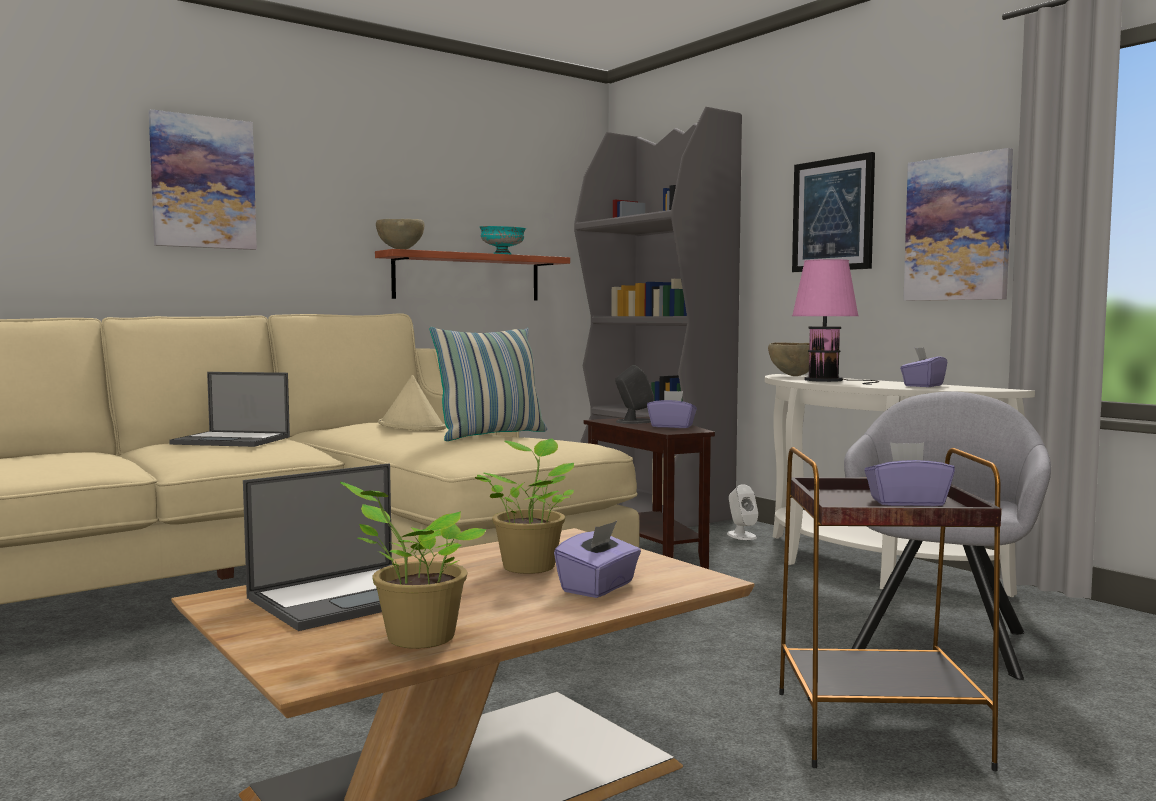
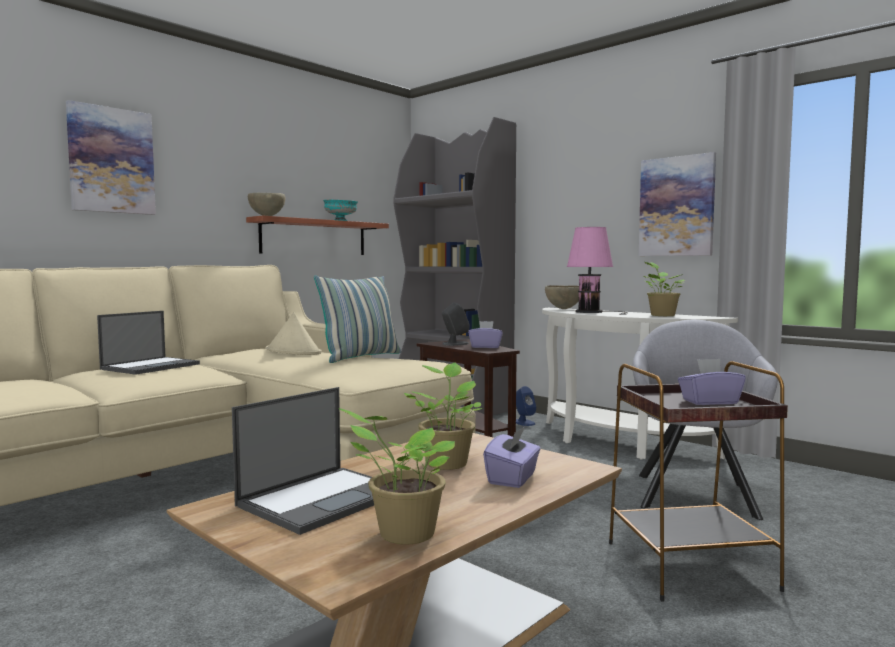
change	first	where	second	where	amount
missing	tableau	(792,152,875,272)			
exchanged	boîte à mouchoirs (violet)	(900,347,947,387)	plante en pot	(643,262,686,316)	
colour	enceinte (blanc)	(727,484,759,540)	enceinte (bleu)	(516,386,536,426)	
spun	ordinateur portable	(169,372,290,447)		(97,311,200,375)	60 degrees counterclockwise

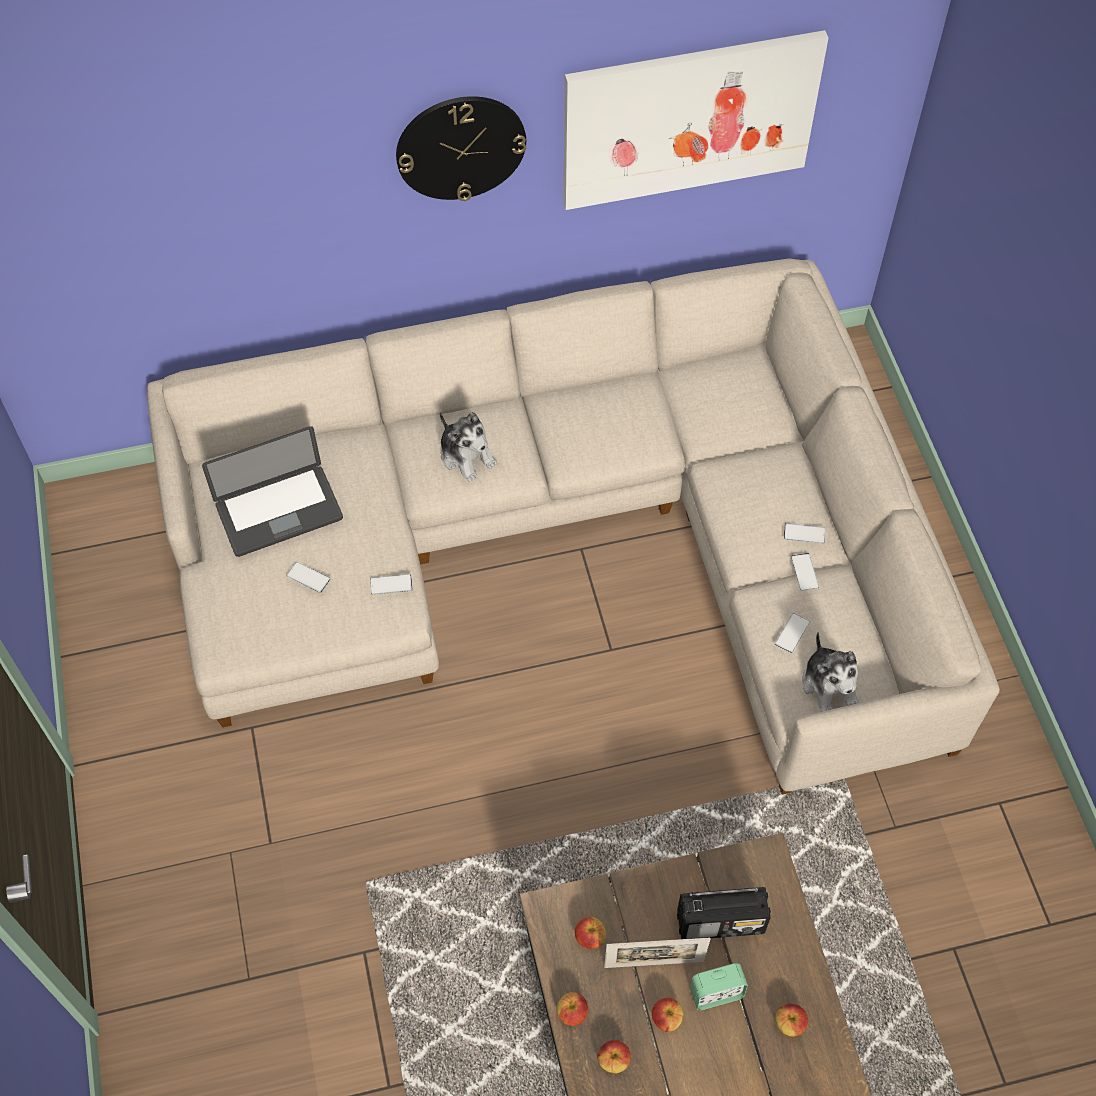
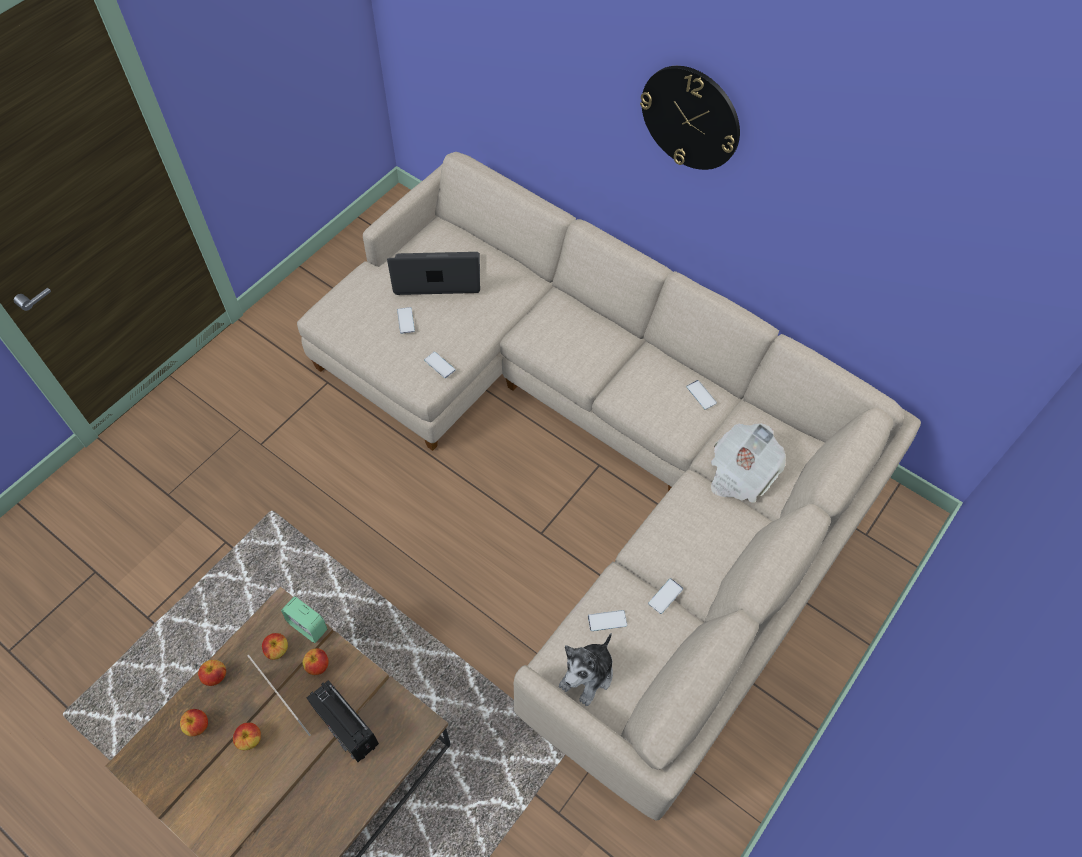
change	first	where	second	where	amount
missing	peluche	(440,412,497,482)			
missing	tableau	(563,30,828,210)			
appeared			journal	(711,423,786,503)	
relocated	réveil	(690,963,748,1010)		(281,597,327,643)	
relocated	pomme	(775,1004,808,1037)		(303,648,329,675)	
relocated	téléphone	(784,523,825,543)		(686,380,717,410)	
spun	ordinateur portable	(202,426,343,557)		(387,252,480,295)	150 degrees clockwise

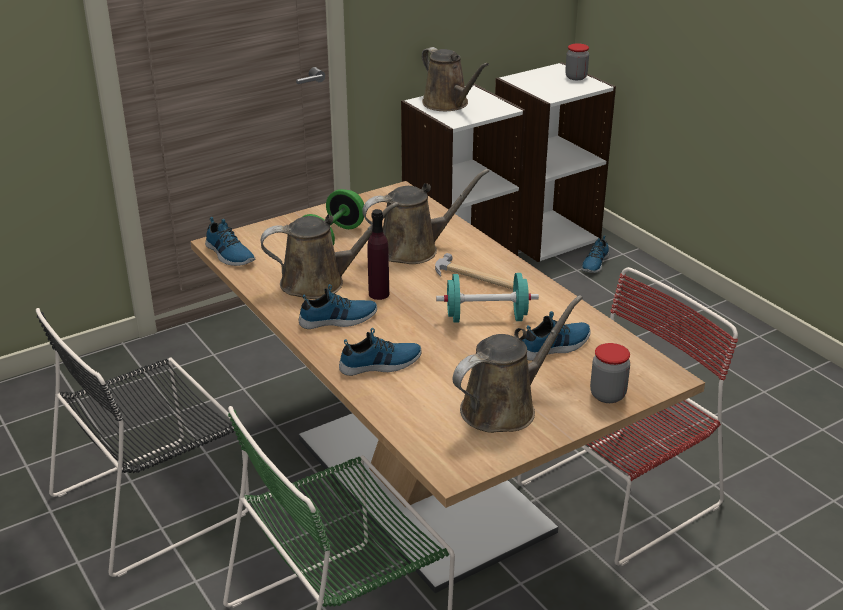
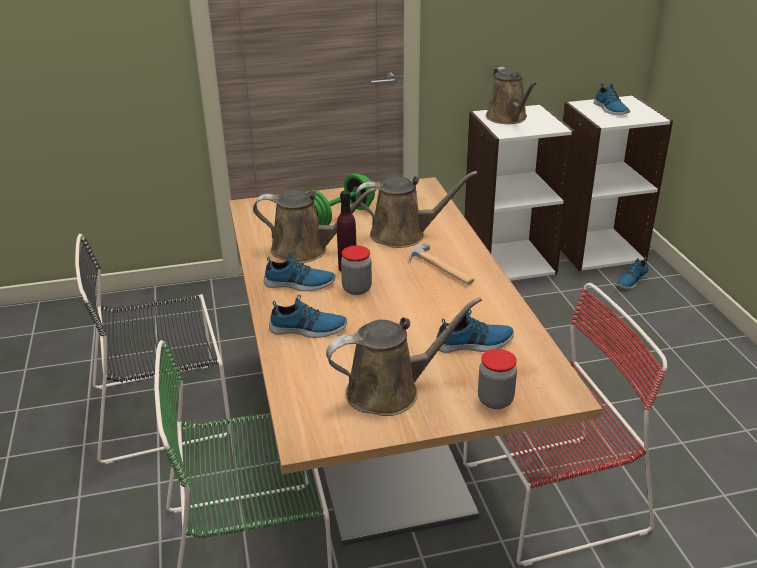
change	first	where	second	where	amount
missing	haltère (turquoise)	(436,273,539,323)			
relocated	chaussure	(205,217,255,266)		(594,83,630,115)	
relocated	bocal	(565,43,589,80)		(341,245,372,295)	

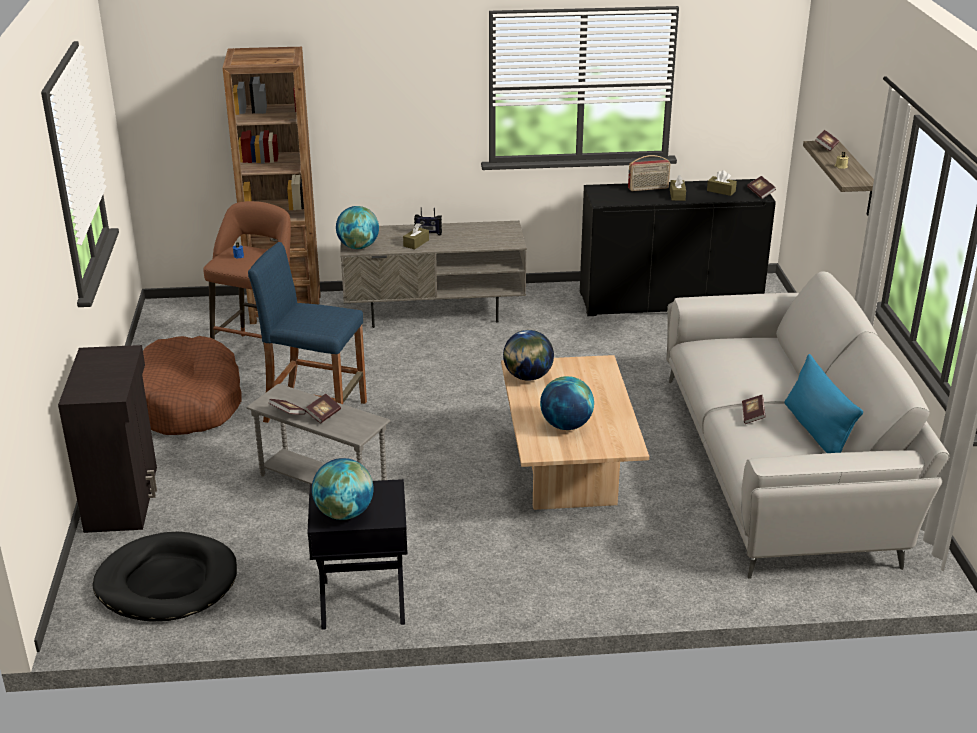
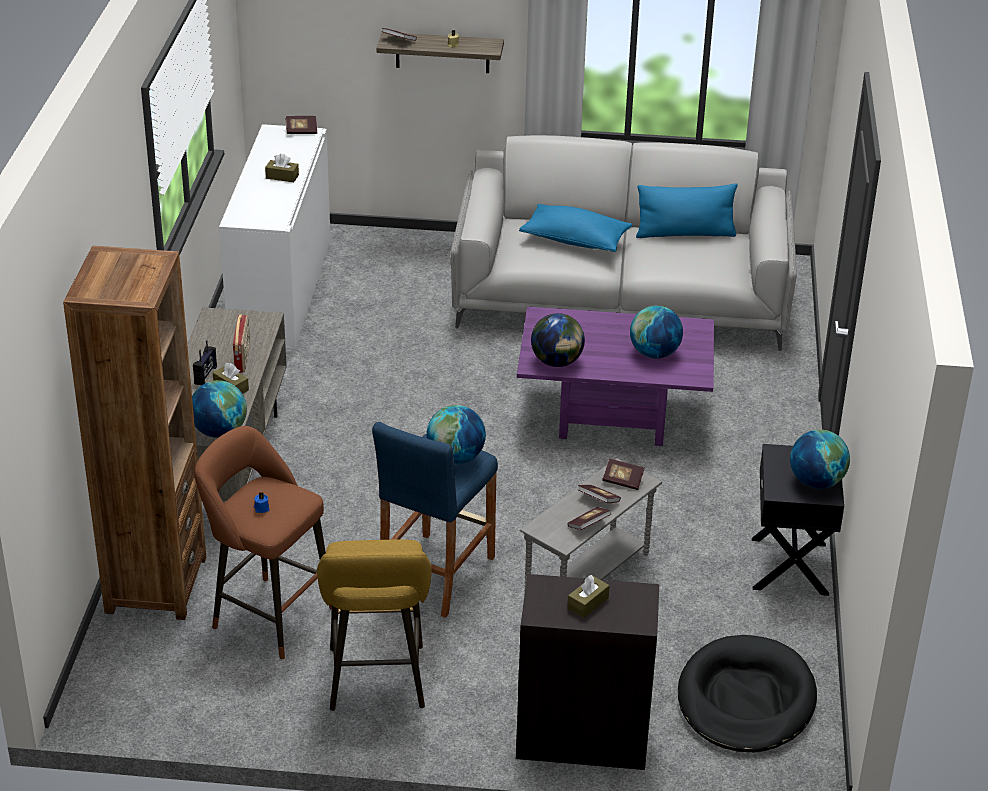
change	first	where	second	where	amount
appeared			globe	(426,405,486,464)	
appeared			coussin (bleu)	(519,204,632,252)	
relocated	radio	(628,155,670,191)		(233,314,250,373)	
relocated	boîte à mouchoirs (marron)	(707,170,737,196)		(567,575,610,618)	
relocated	livre	(742,395,765,424)		(602,459,644,490)	
exchanged	panier pour chien (marron)	(142,336,242,435)	tabouret (jaune)	(317,540,432,711)	
colour	table basse (beige)	(501,355,649,510)	table basse (violet)	(517,306,714,446)	
colour	meuble de rangement (noir)	(580,179,776,316)	meuble de rangement (blanc)	(219,124,331,353)	

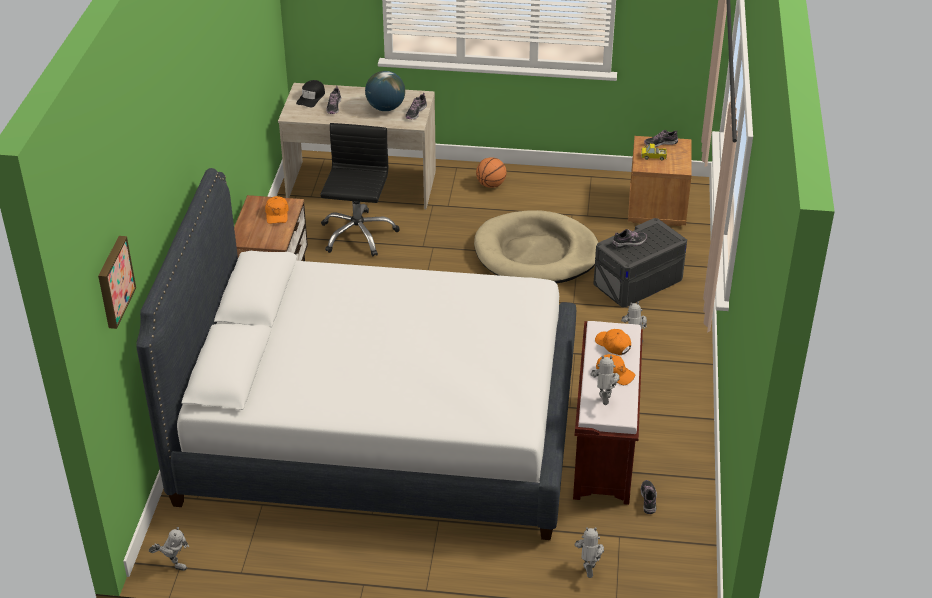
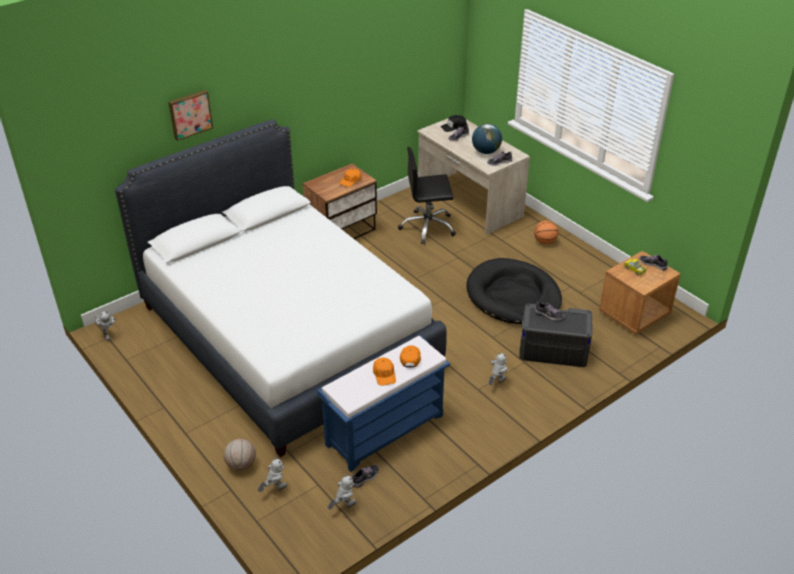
change	first	where	second	where	amount
appeared			ballon de basket	(224,439,256,471)	
relocated	tableau	(98,236,136,329)		(168,90,213,141)	
relocated	robot jouet	(590,356,620,405)		(328,474,356,510)	
colour	panier pour chien (beige)	(474,210,598,284)	panier pour chien (noir)	(467,258,562,324)	
colour	banc (marron)	(573,321,643,505)	banc (bleu)	(317,335,450,472)	
spun	chaise de bureau (noir)	(320,123,400,257)		(398,147,456,244)	150 degrees counterclockwise

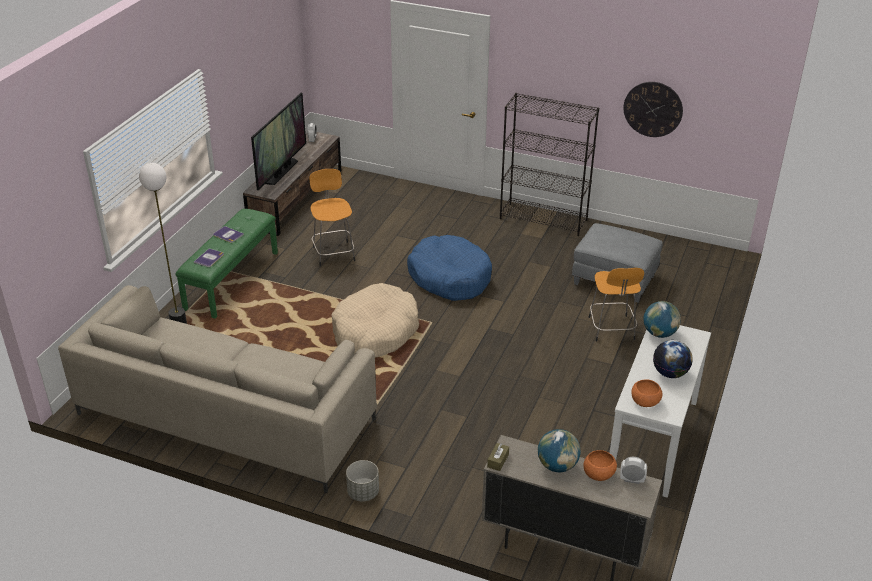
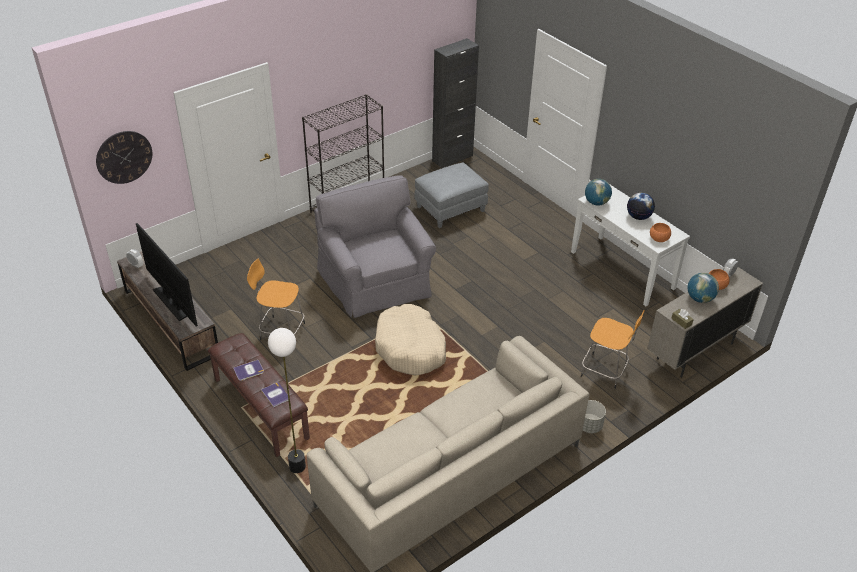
change	first	where	second	where	amount
appeared			meuble de rangement (noir)	(432,38,479,168)	
relocated	tabouret (orange)	(588,268,644,342)		(581,310,645,389)	
relocated	horloge murale	(624,82,683,137)		(96,131,152,184)	
exchanged	panier pour chien (bleu)	(407,235,492,301)	fauteuil (gris)	(314,175,436,318)	
colour	banc (vert)	(175,209,278,319)	banc (marron)	(208,333,310,457)	

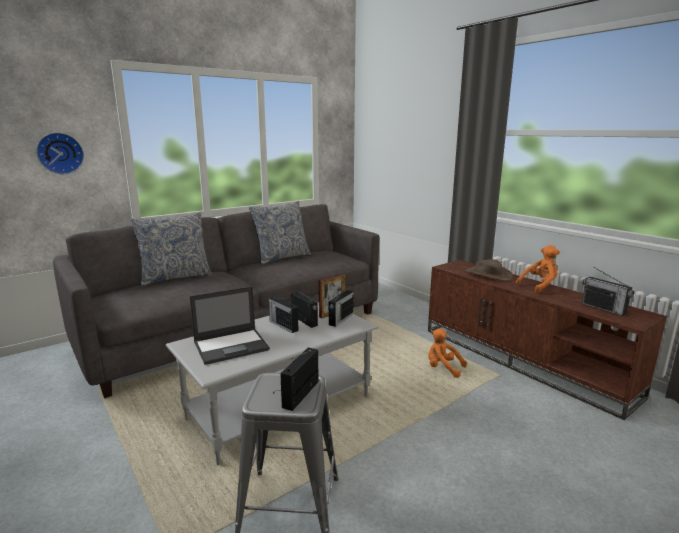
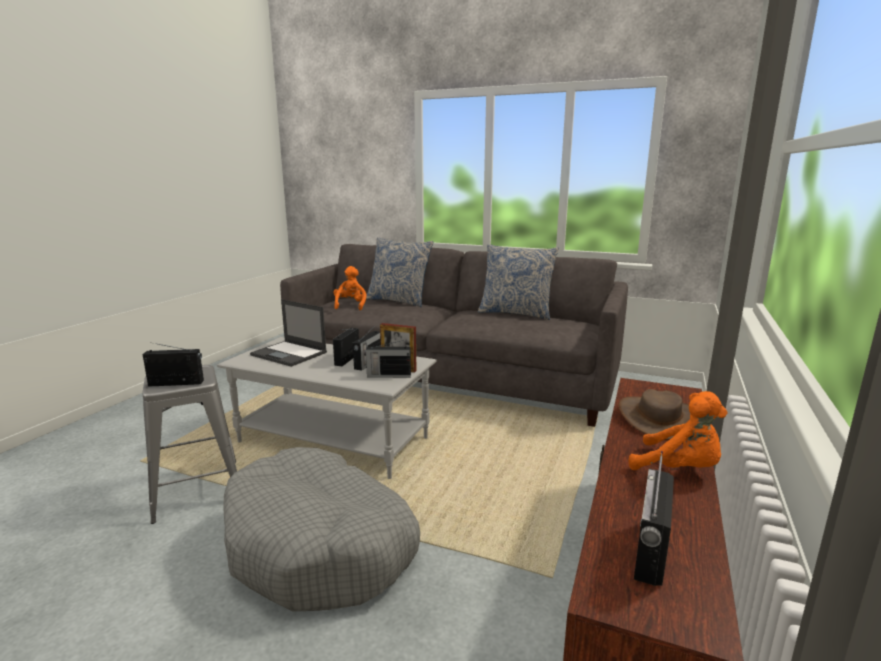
change	first	where	second	where	amount
missing	horloge murale	(36,132,84,174)			
appeared			panier pour chien (gris)	(223,447,420,612)	
relocated	peluche (orange)	(428,329,467,378)		(334,266,366,310)	

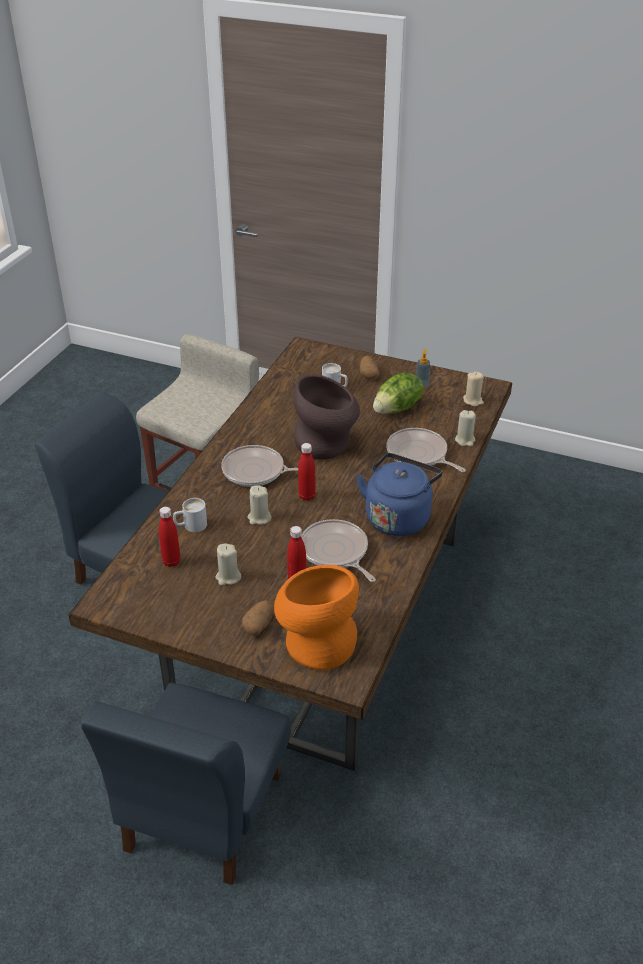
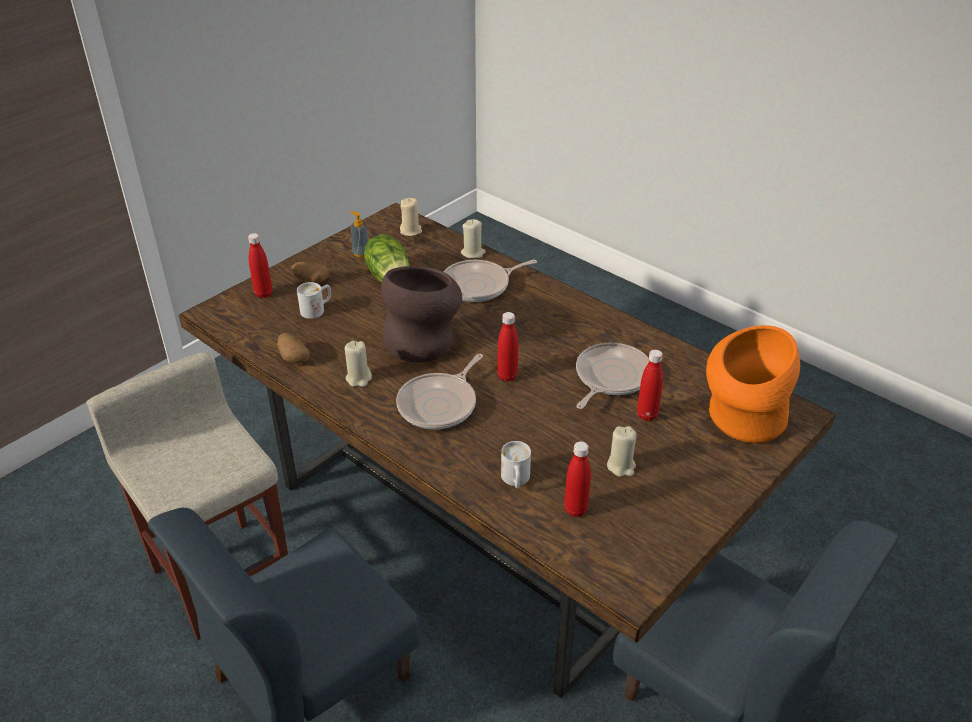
change	first	where	second	where	amount
missing	bouilloire (bleu)	(356,453,442,536)			
appeared			bouteille (rouge)	(248,233,272,298)	
relocated	pomme de terre	(242,600,274,636)		(277,333,310,364)	
relocated	bougie (beige)	(248,485,272,525)		(345,341,372,387)	
spun	poêle	(301,519,376,582)		(576,343,649,409)	135 degrees clockwise

